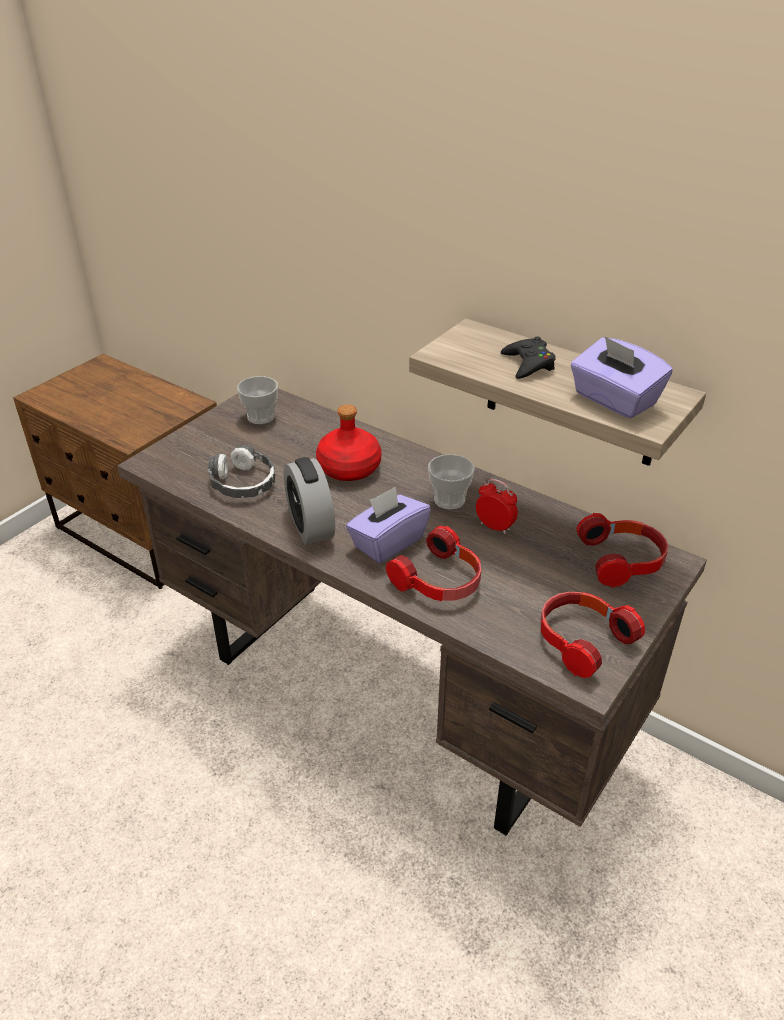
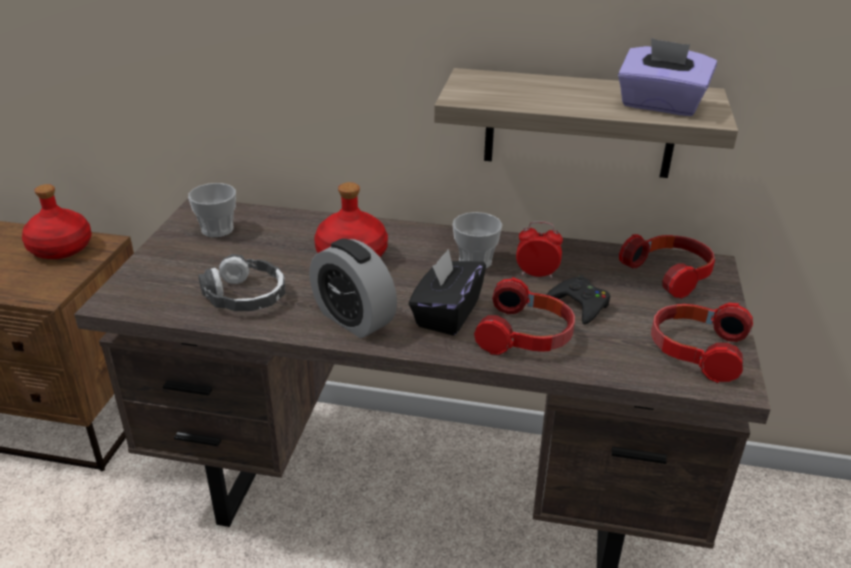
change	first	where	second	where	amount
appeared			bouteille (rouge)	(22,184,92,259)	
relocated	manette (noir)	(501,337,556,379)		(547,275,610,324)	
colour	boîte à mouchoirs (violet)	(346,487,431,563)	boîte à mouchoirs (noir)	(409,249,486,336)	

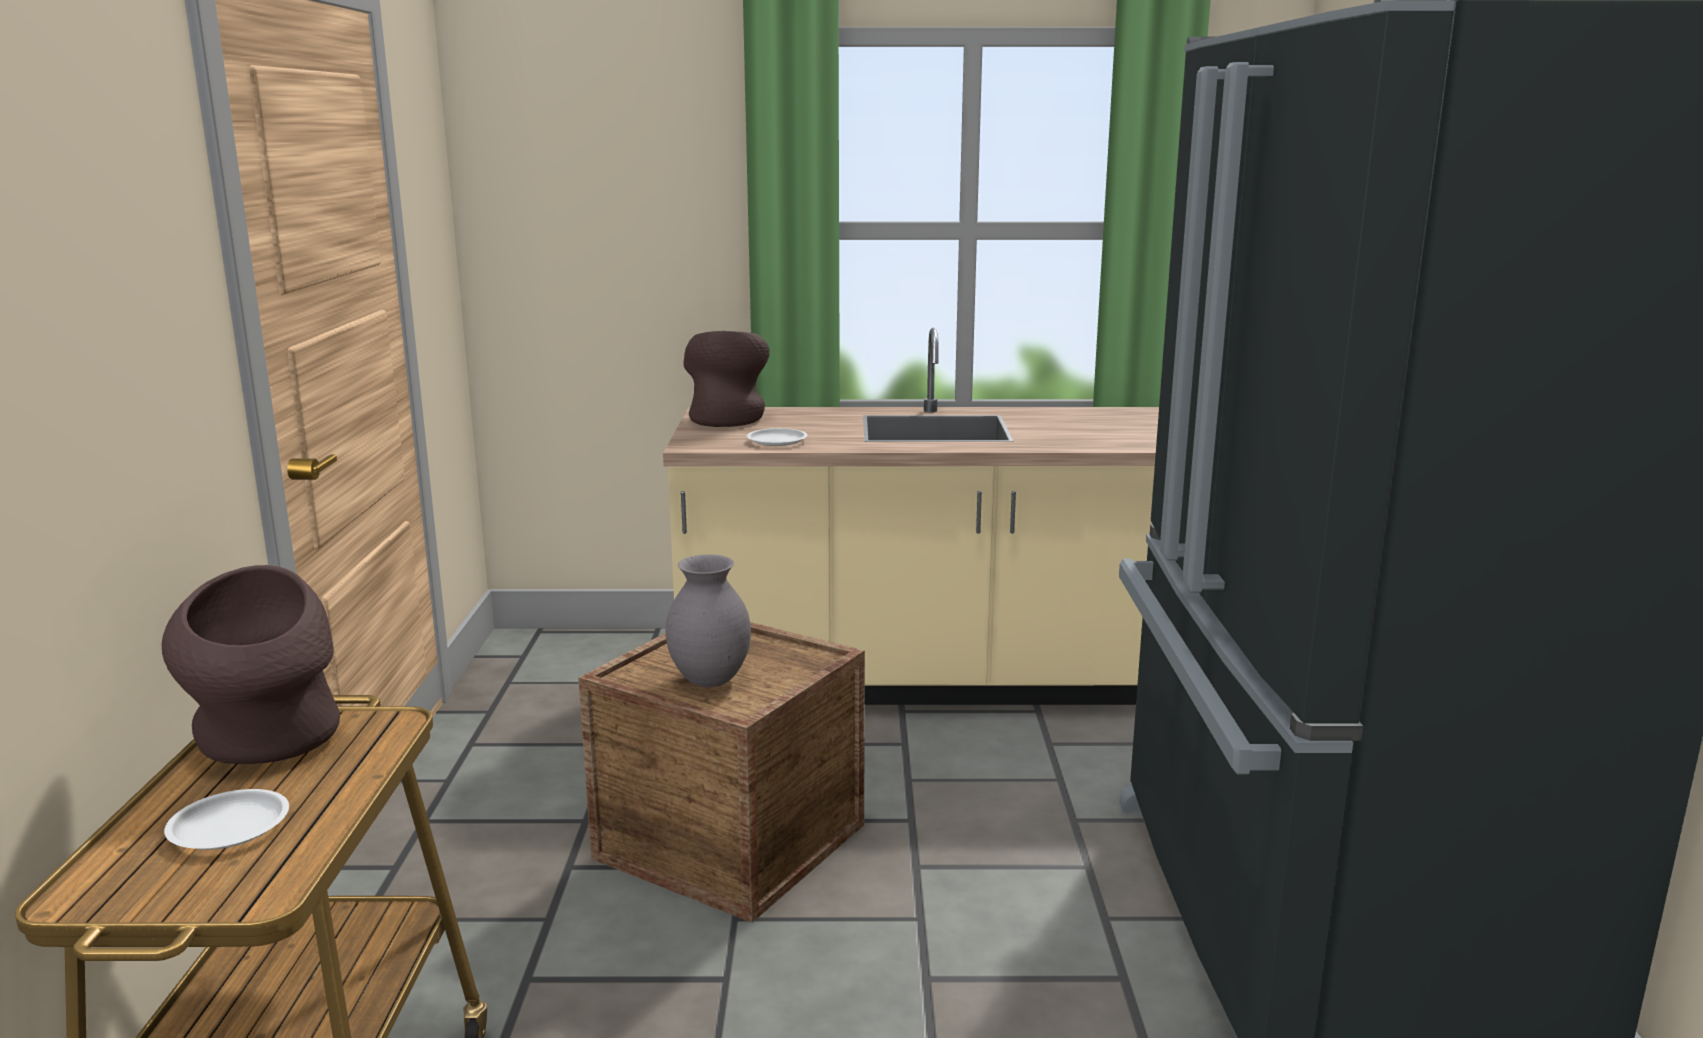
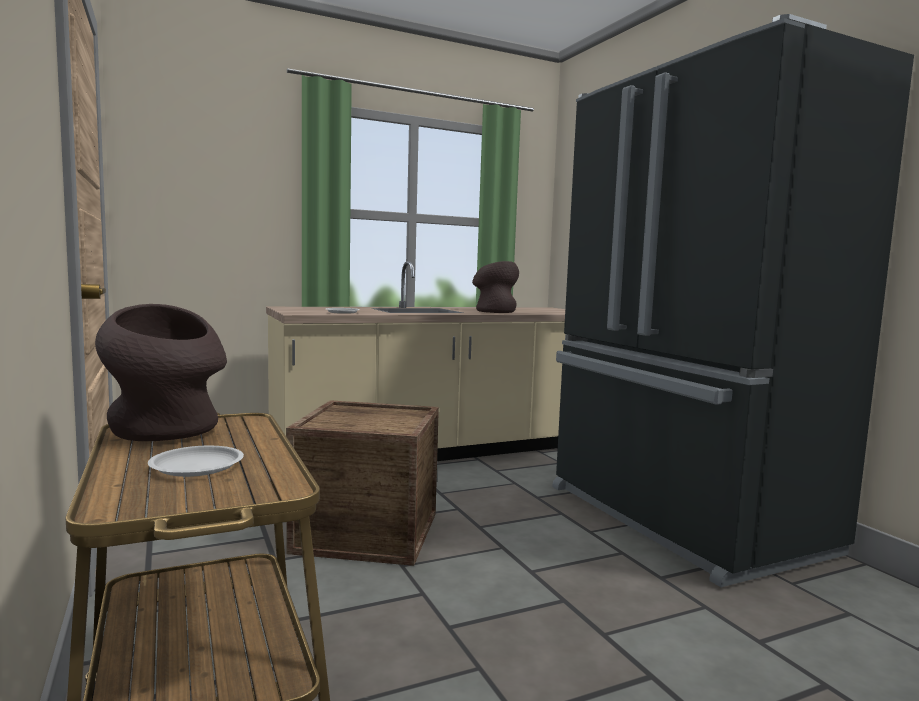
change	first	where	second	where	amount
missing	vase (gris)	(666,554,751,687)			
relocated	vase (marron)	(683,331,770,427)		(472,261,519,313)	

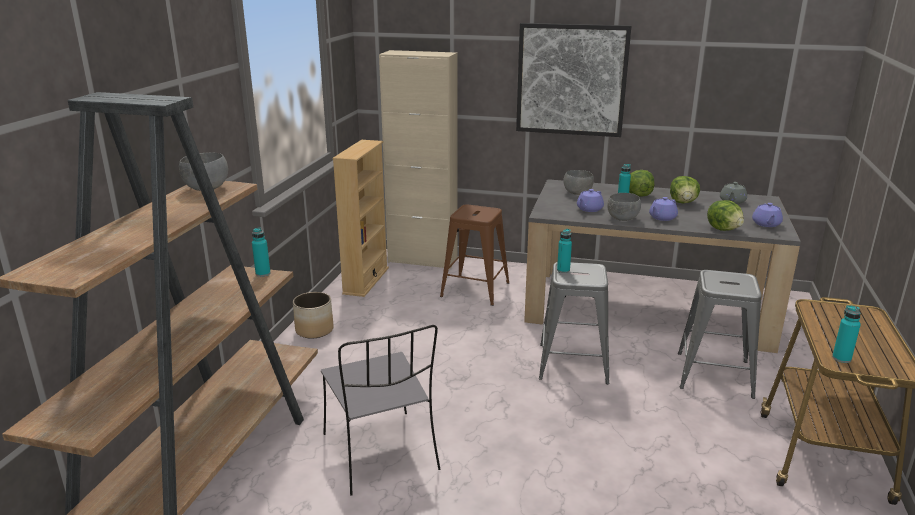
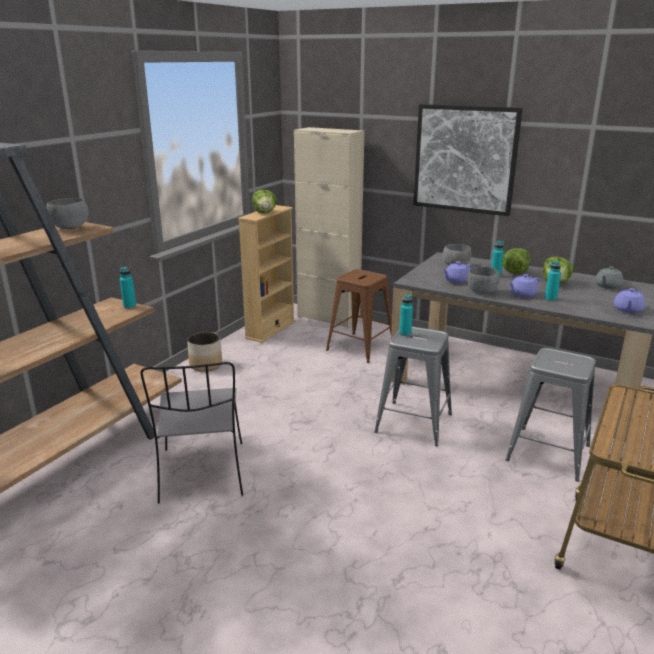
change	first	where	second	where	amount
relocated	laitue	(707,200,744,231)		(252,190,277,213)	
relocated	bouteille (turquoise)	(832,305,861,363)		(545,261,561,301)	

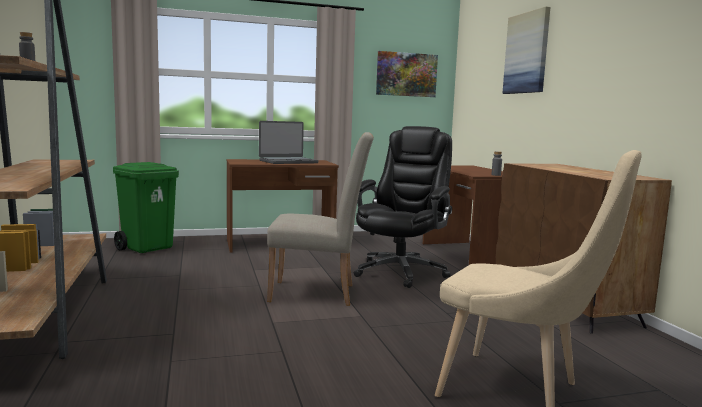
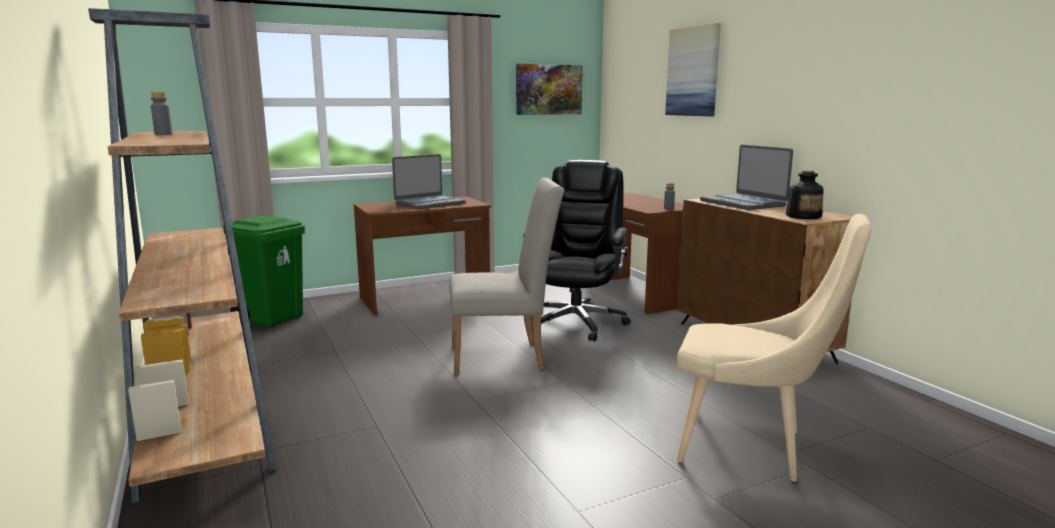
change	first	where	second	where	amount
appeared			ordinateur portable	(700,145,793,210)	
appeared			bouteille	(786,170,824,219)	

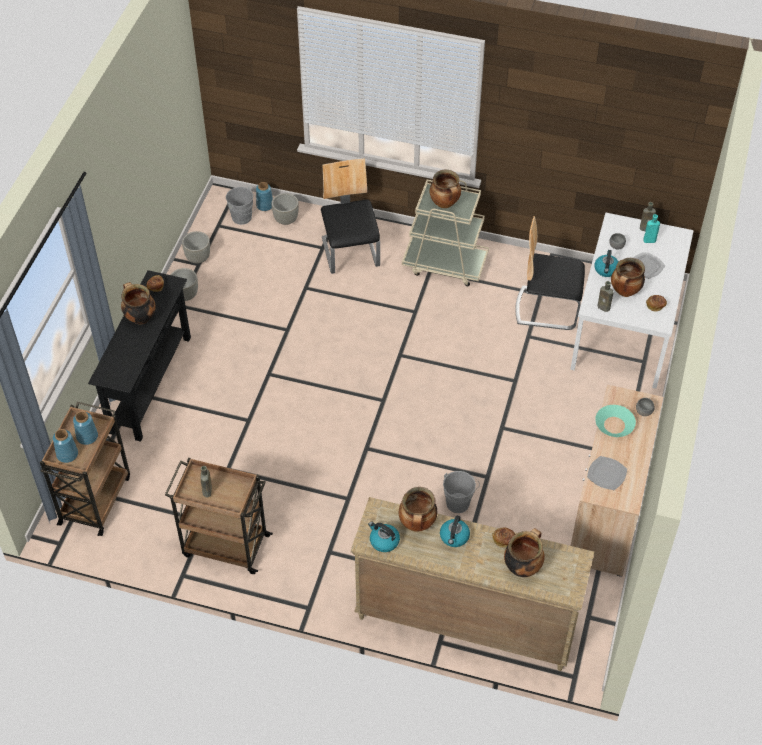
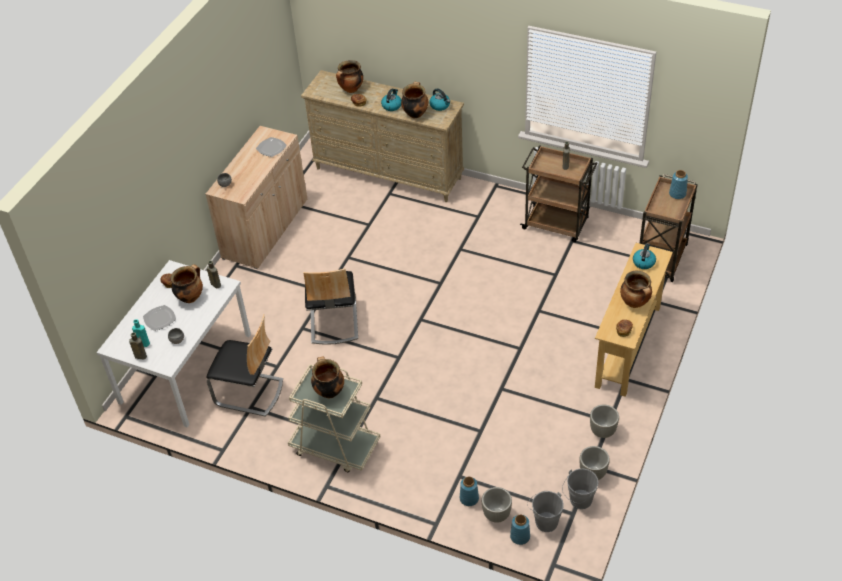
change	first	where	second	where	amount
missing	bol (turquoise)	(595,405,636,437)			
relocated	vase (bleu)	(73,411,98,445)		(460,477,479,506)	
relocated	chaise	(321,158,380,274)		(303,268,358,344)	
relocated	seau (gris)	(443,471,480,513)		(562,469,598,509)	
relocated	bouilloire	(594,250,619,277)		(633,243,656,269)	
colour	table console (noir)	(88,270,191,442)	table console (beige)	(595,243,673,397)	

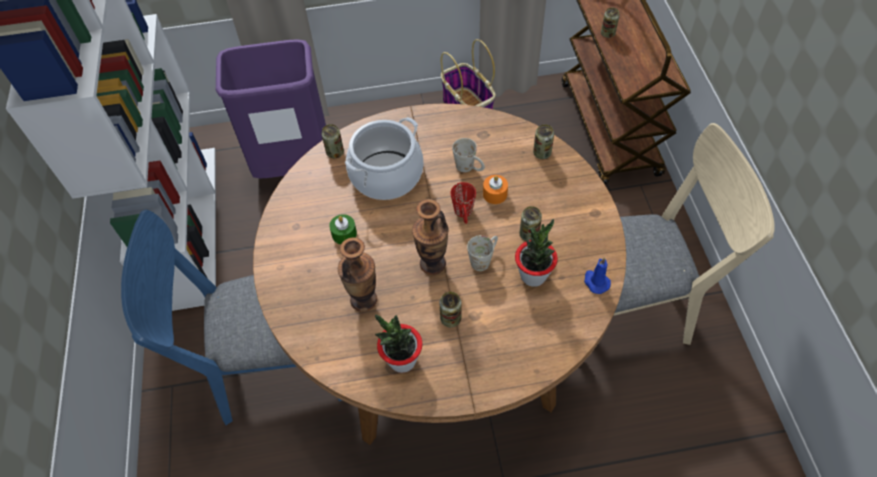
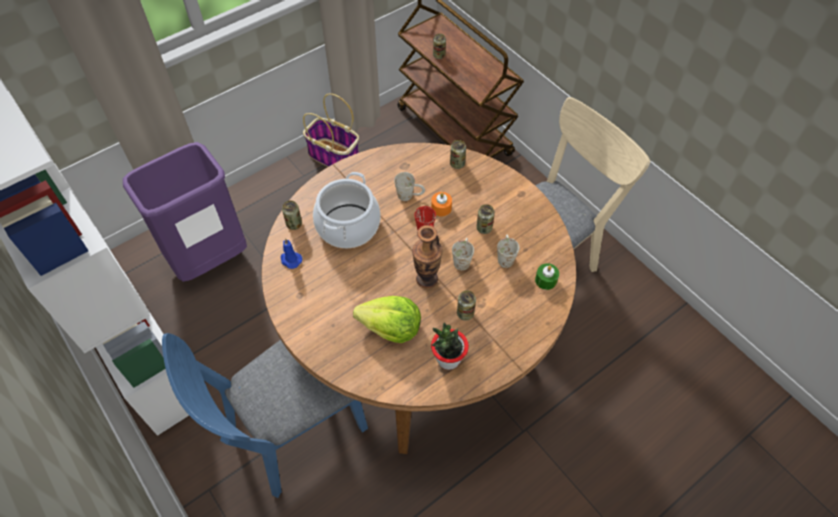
change	first	where	second	where	amount
relocated	bougie (vert)	(329,214,357,244)		(535,263,559,290)	
relocated	bougie (bleu)	(584,257,611,294)		(281,238,302,269)	
exchanged	vase	(338,237,377,312)	laitue	(353,296,421,343)	
exchanged	plante en pot	(515,219,558,287)	mug (blanc)	(497,235,520,268)	

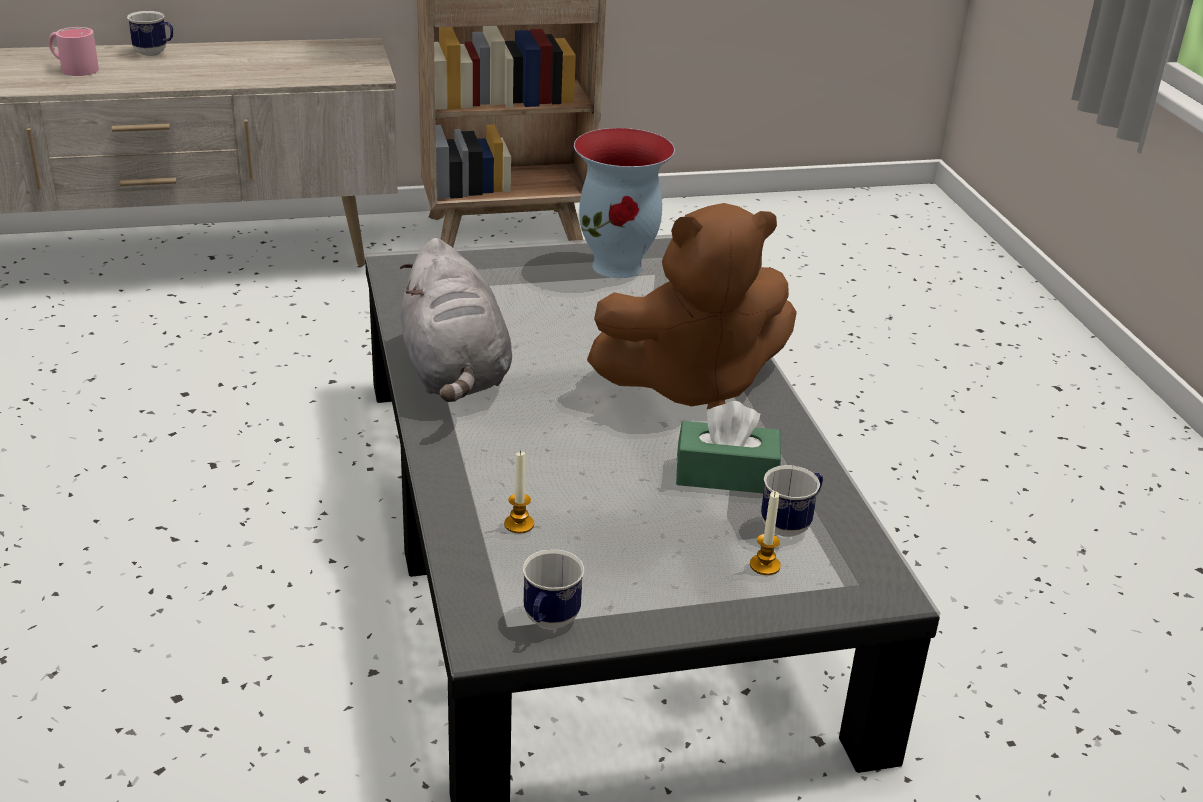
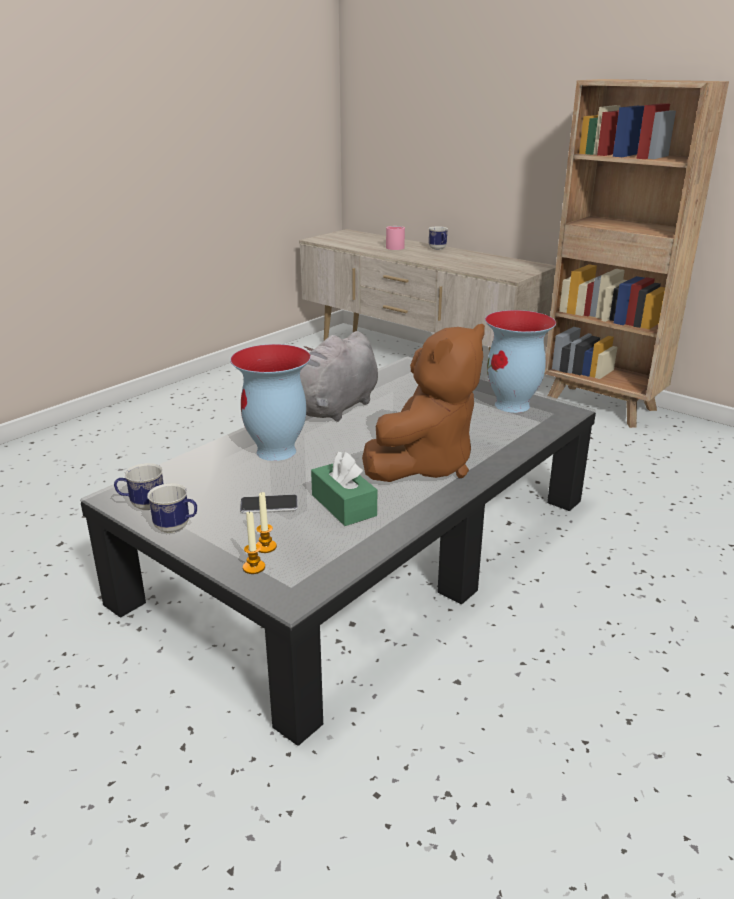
change	first	where	second	where	amount
appeared			vase	(230,344,311,461)	
appeared			téléphone	(240,495,298,513)	
relocated	bougie	(504,451,534,534)		(243,511,265,574)	
relocated	mug	(761,465,823,537)		(147,483,197,533)	
spun	peluche (marron)	(587,203,797,409)		(362,324,485,482)	90 degrees counterclockwise

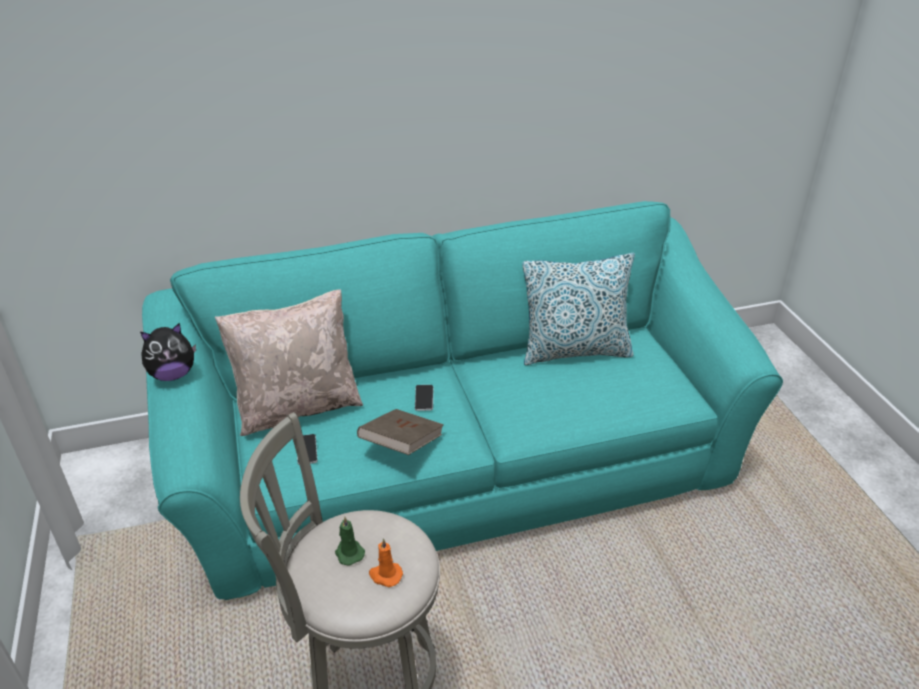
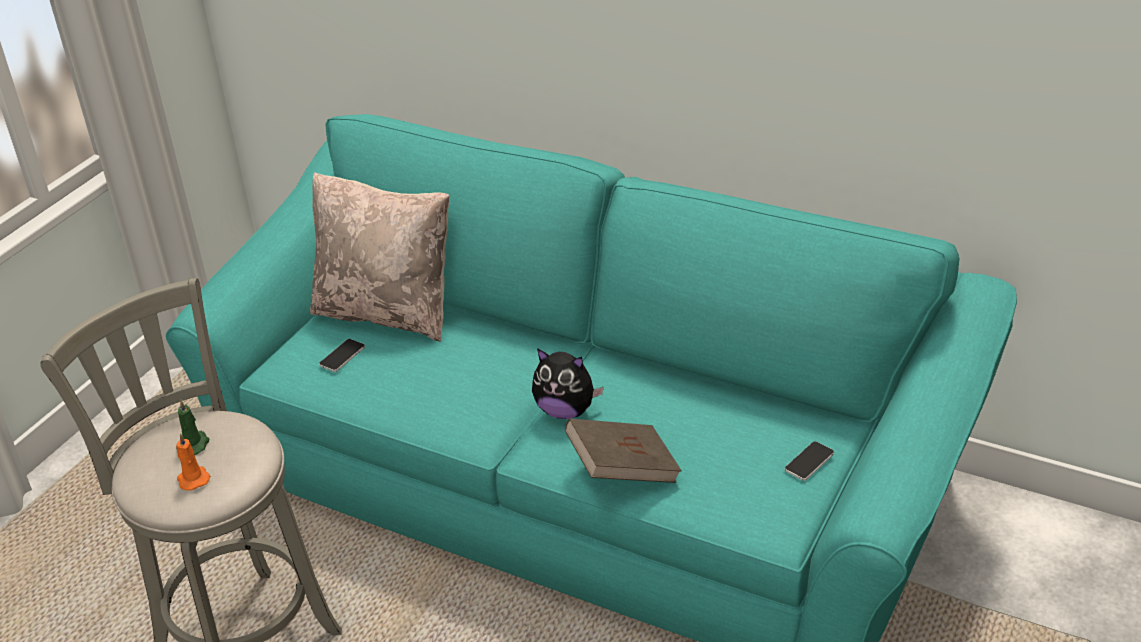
change	first	where	second	where	amount
missing	coussin	(522,253,635,365)			
relocated	peluche	(140,323,196,381)		(532,348,604,419)	
relocated	livre (marron)	(357,409,444,455)		(565,419,682,483)	
relocated	téléphone	(415,385,433,411)		(785,441,834,481)	

